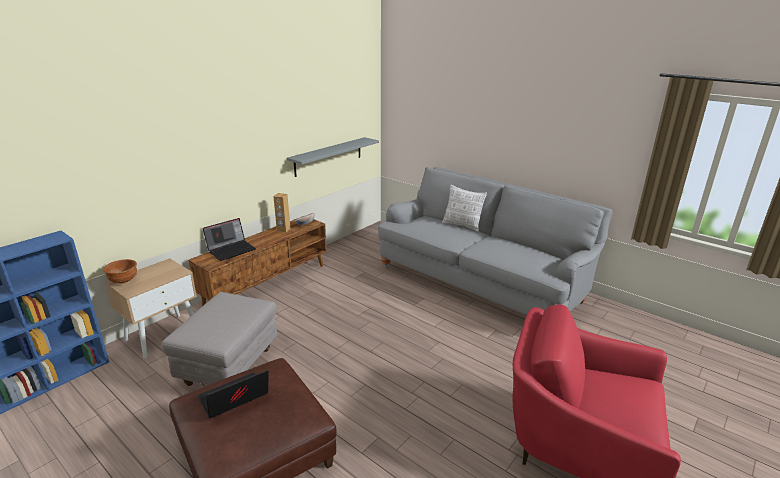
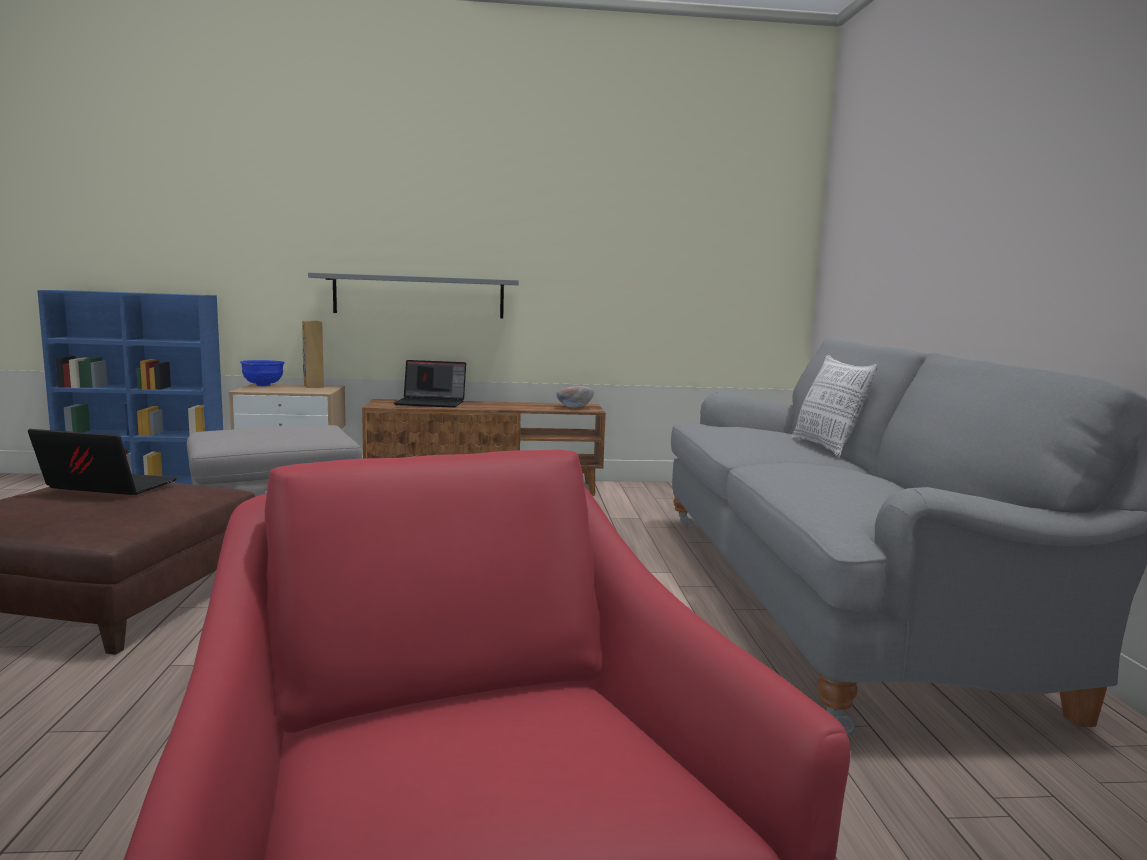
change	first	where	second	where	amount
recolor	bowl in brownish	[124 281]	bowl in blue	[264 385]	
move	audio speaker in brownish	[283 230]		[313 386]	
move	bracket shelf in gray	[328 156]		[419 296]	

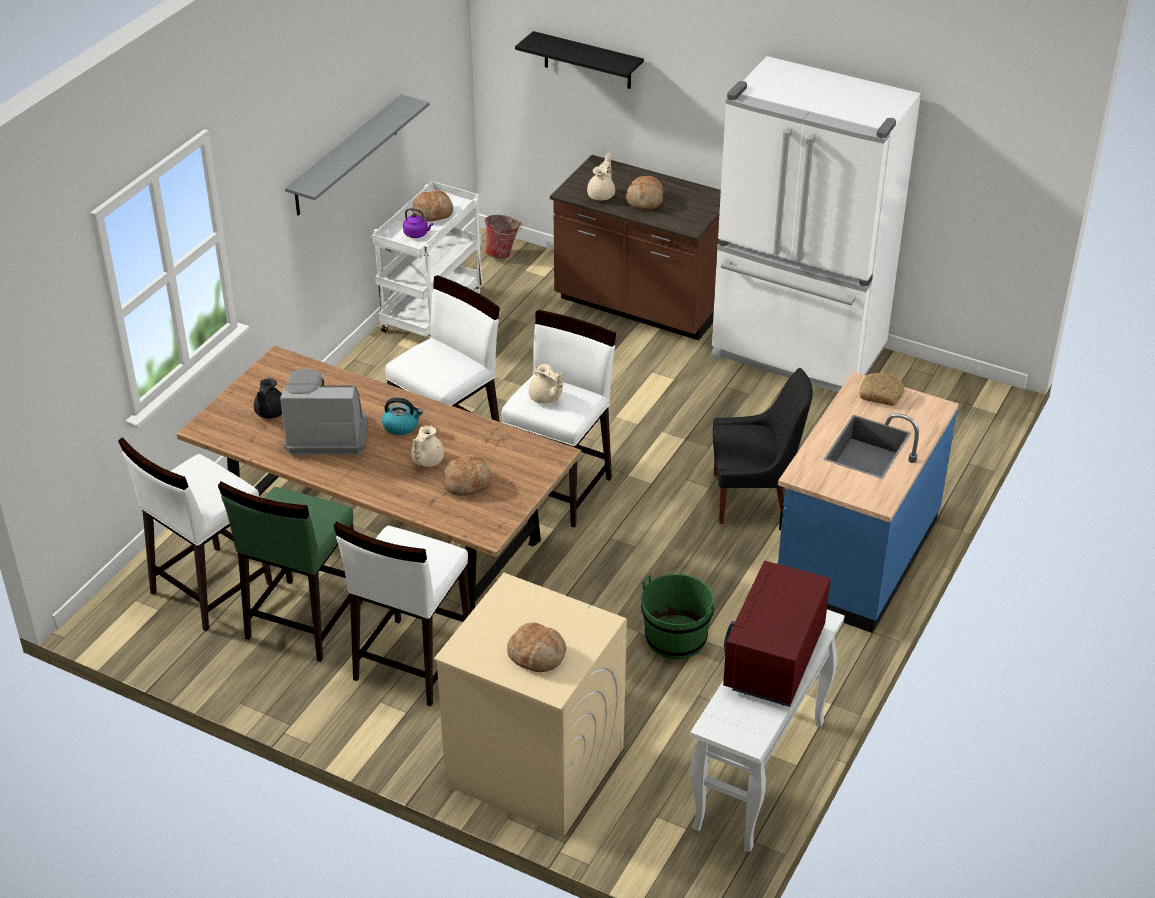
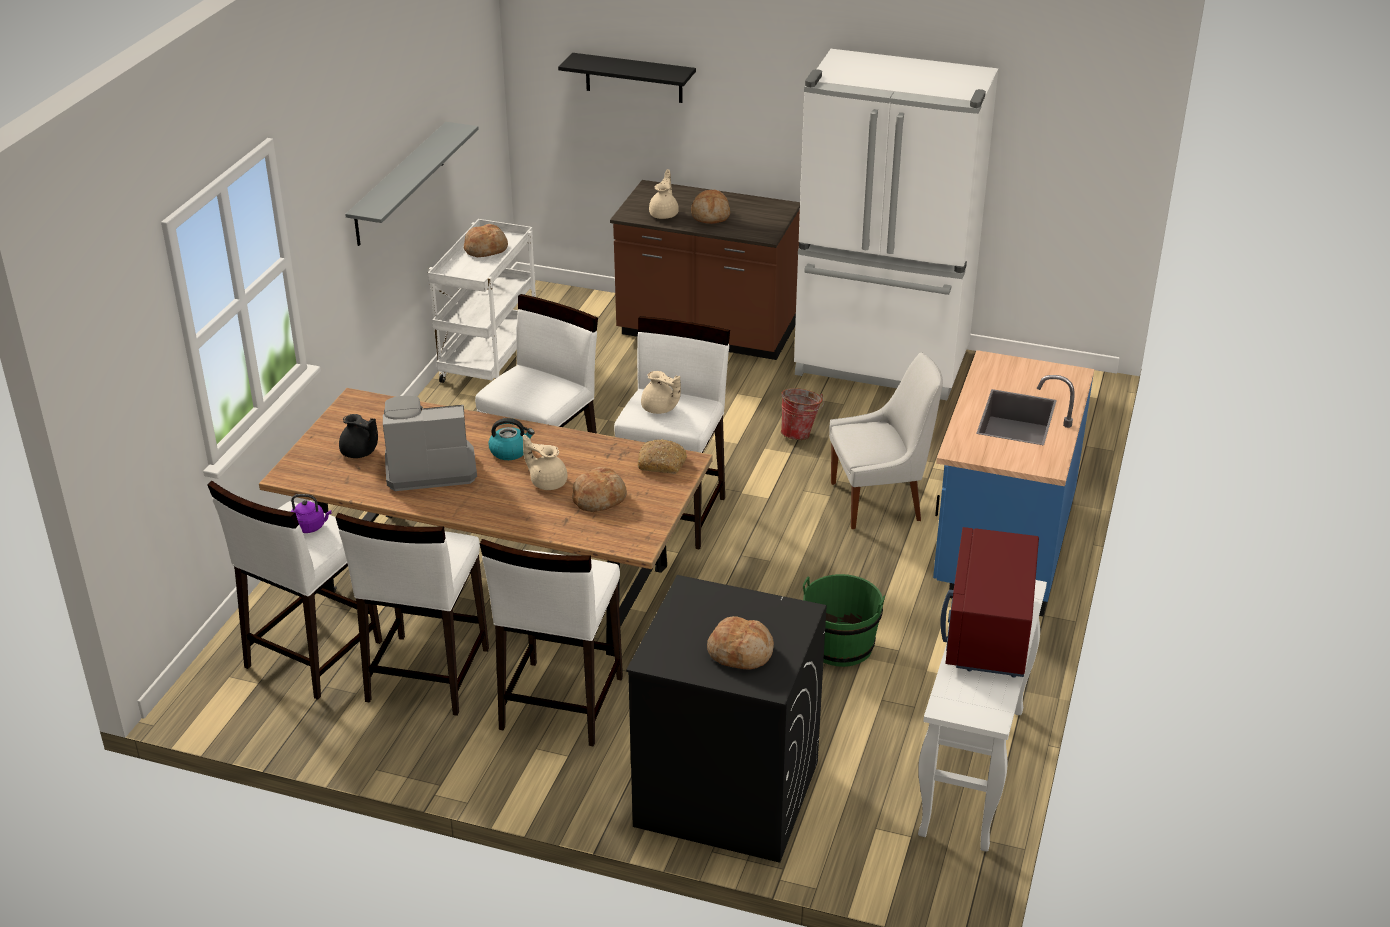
change	first	where	second	where	amount
move	water kettle in purplish	[417 234]		[310 527]	
recolor	stool seat in green	[303 620]	stool seat in white-coloured	[426 675]	
rotate	teapot in black-coloured	[269 413]		[359 453]	60 degrees counterclockwise
rotate	teapot in sand-coloured	[426 460]		[547 482]	105 degrees clockwise
recolor	laundry machine in sand-coloured	[534 766]	laundry machine in black-coloured	[725 793]	
move	bakery bread	[881 394]		[662 463]	
move	pail	[503 253]		[800 433]	
recolor	plain chair in black-coloured	[754 498]	plain chair in white-coloured	[879 501]	

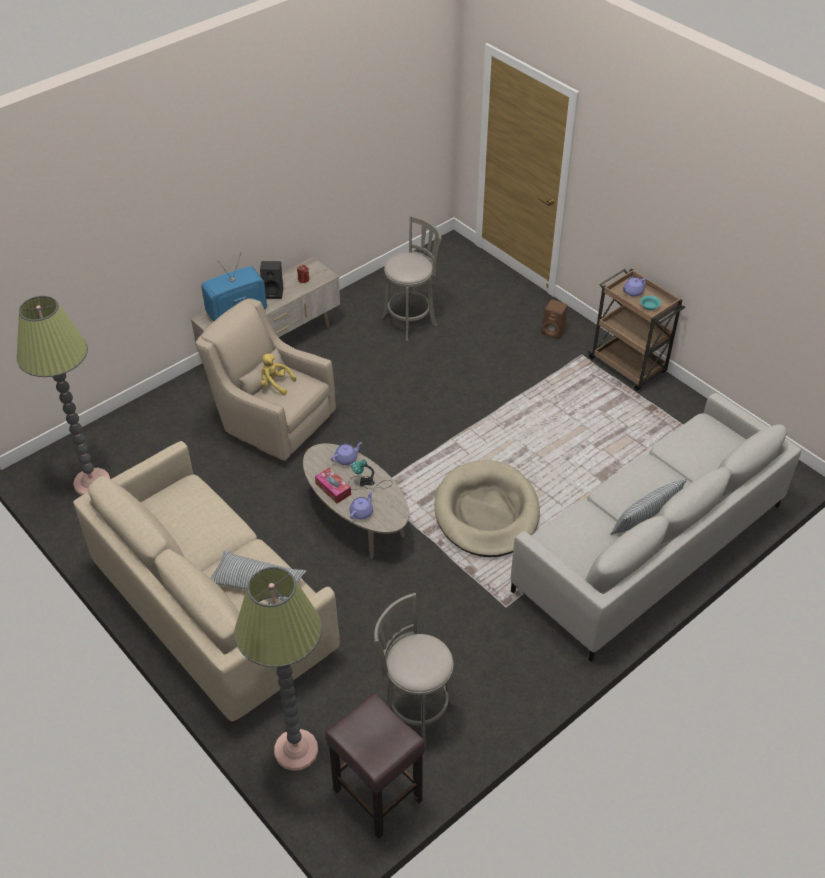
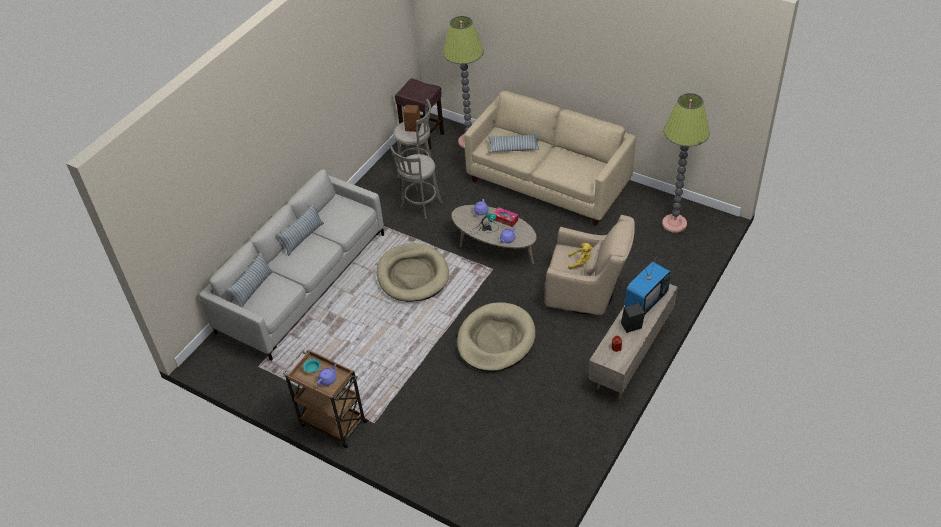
change	first	where	second	where	amount
insert			cushion	[253 289]	
move	stool seat in gray	[411 320]		[420 206]	
move	audio speaker in brownish	[554 331]		[412 127]	
insert			dog cushion in sand-coloured	[496 340]	

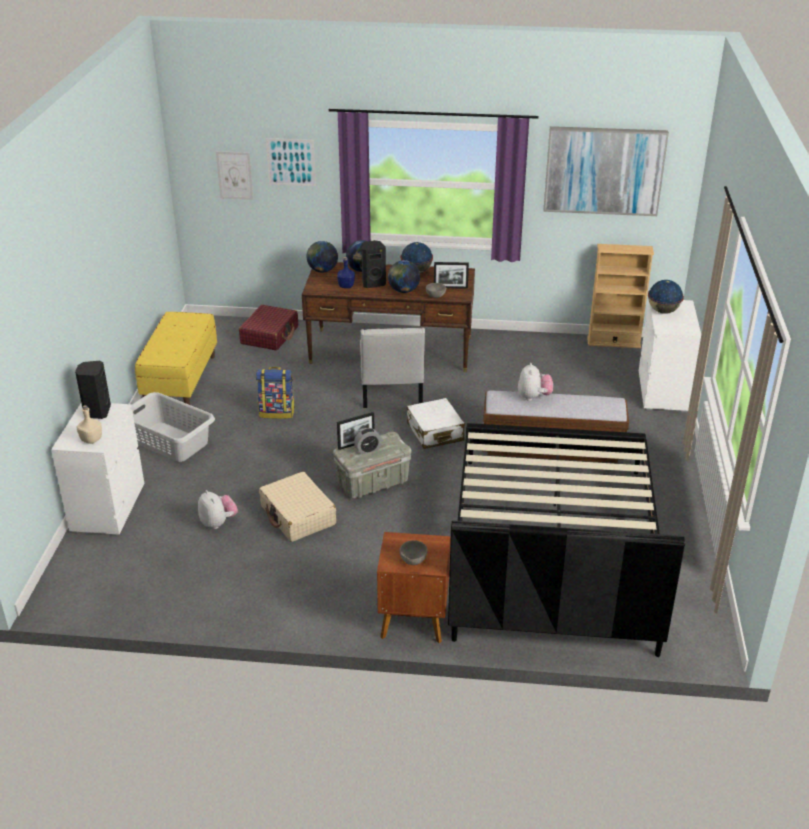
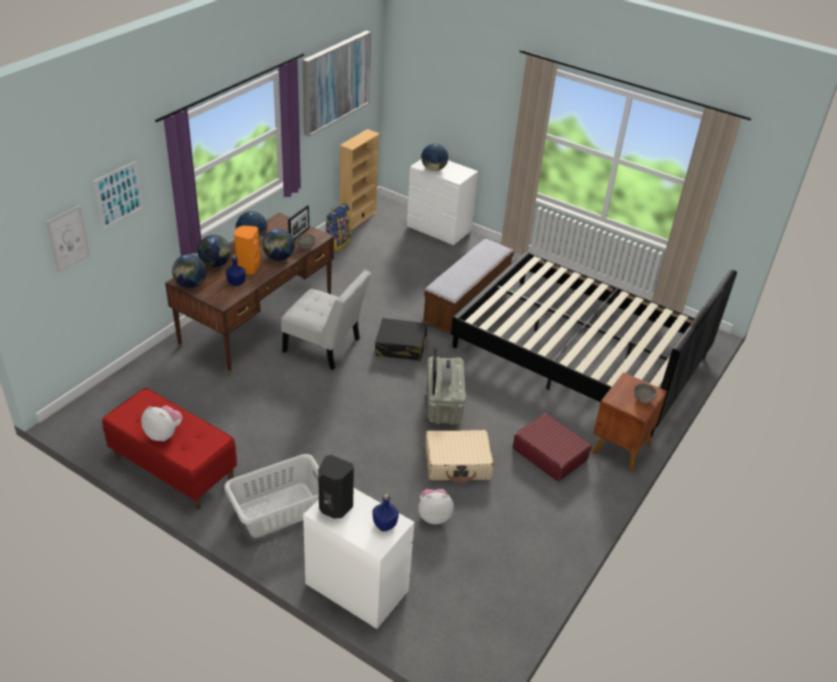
change	first	where	second	where	amount
recolor	indoor bench in yellow	[180 381]	indoor bench in red-coloured	[173 468]	
move	plush toy	[533 397]		[164 434]	
recolor	audio speaker in black-coloured	[373 283]	audio speaker in orange	[248 268]	
move	backpack	[277 412]		[337 243]	
recolor	bottle in sand-coloured	[91 439]	bottle in blue	[384 524]	
recolor	piece of luggage in white-coloured	[435 432]	piece of luggage in black-coloured	[401 347]	
move	piece of luggage in red-coloured	[270 335]		[549 454]	

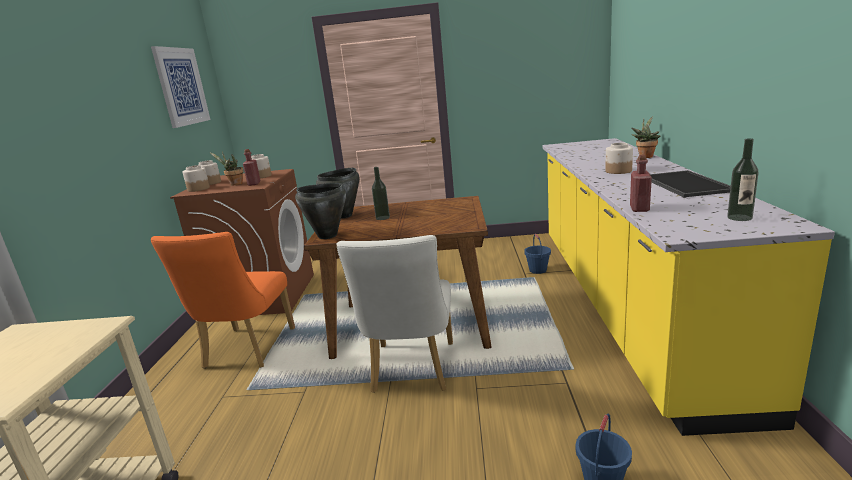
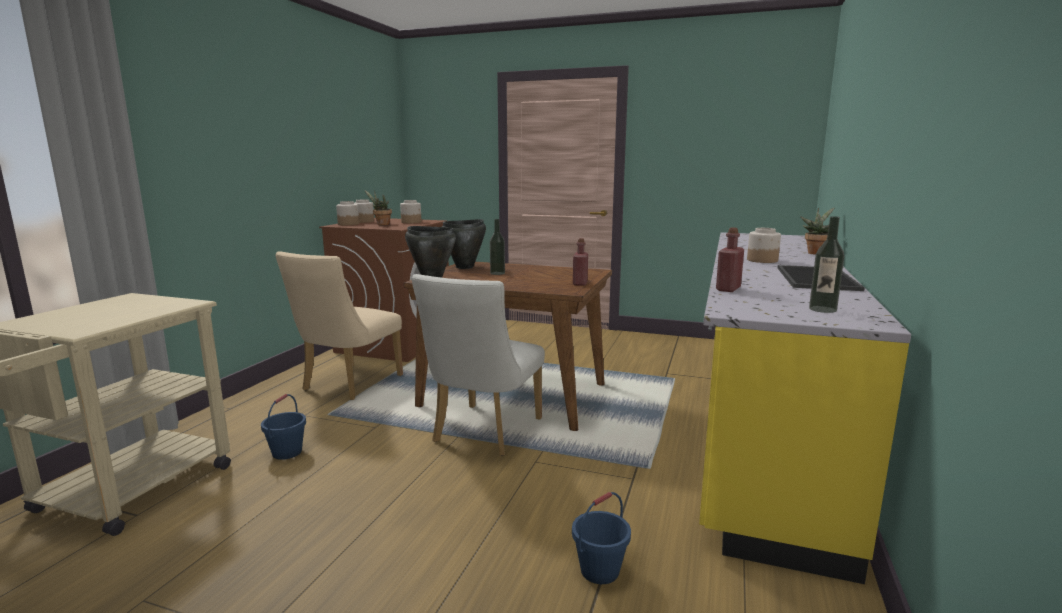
change	first	where	second	where	amount
move	pail in blue	[538 270]		[287 452]	
recolor	plain chair in orange	[246 351]	plain chair in sand-coloured	[347 385]	
move	bottle in red-coloured	[254 183]		[580 283]	
delete	wall picture	[181 86]			

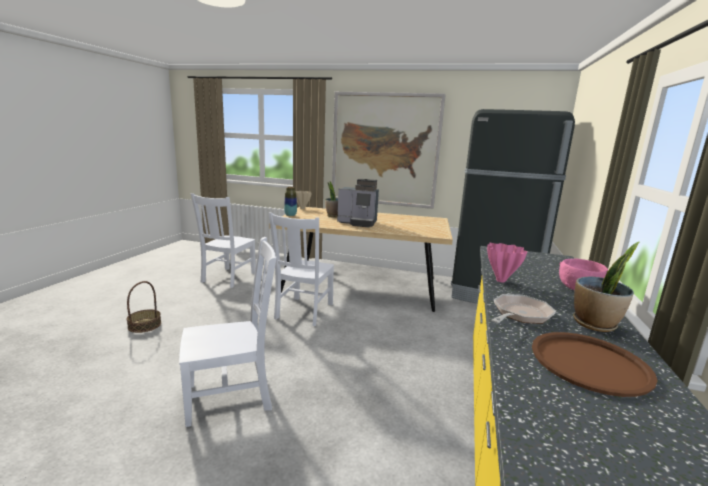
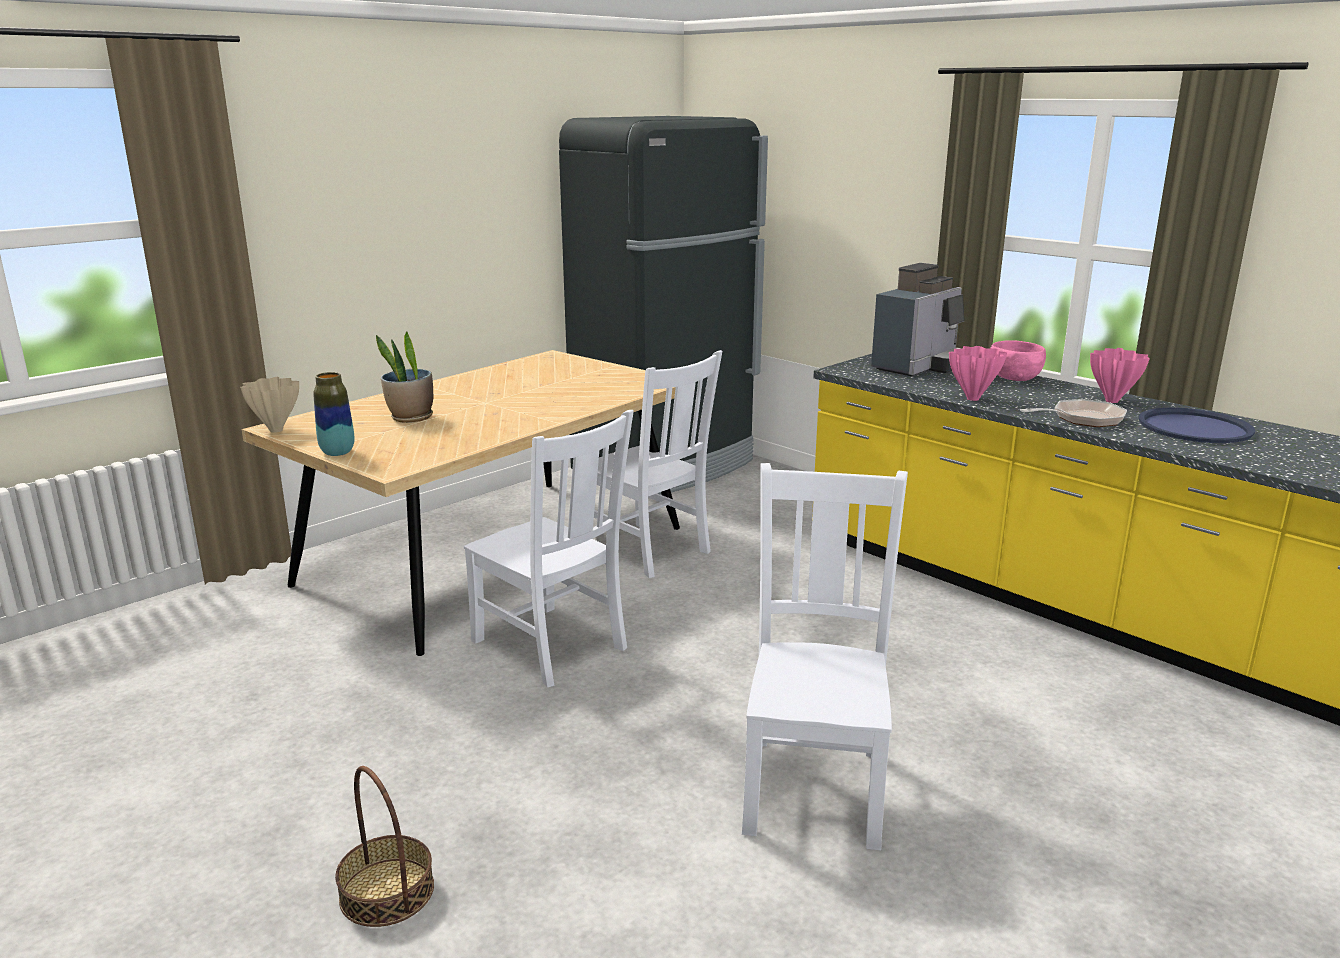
change	first	where	second	where	amount
move	plain chair in white-coloured	[228 278]		[648 550]	
move	coffee maker	[358 223]		[920 366]	
rotate	frying pan	[520 315]		[1082 419]	90 degrees clockwise
replace	plant in a pot	[595 324]	flower vase in pink-coloured	[1111 401]	
recolor	serving tray in brownish	[589 363]	serving tray in blue	[1194 427]	
delete	wall picture	[385 150]			

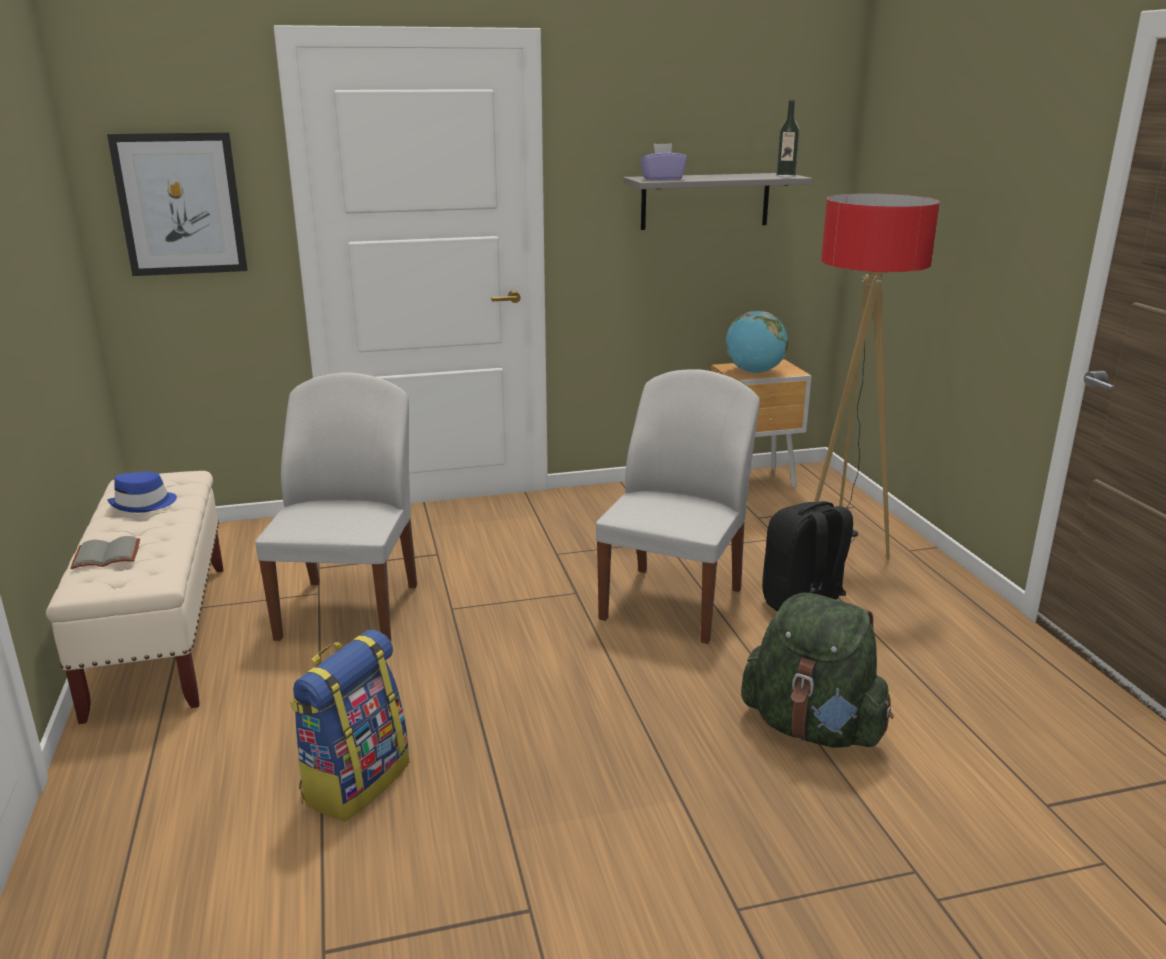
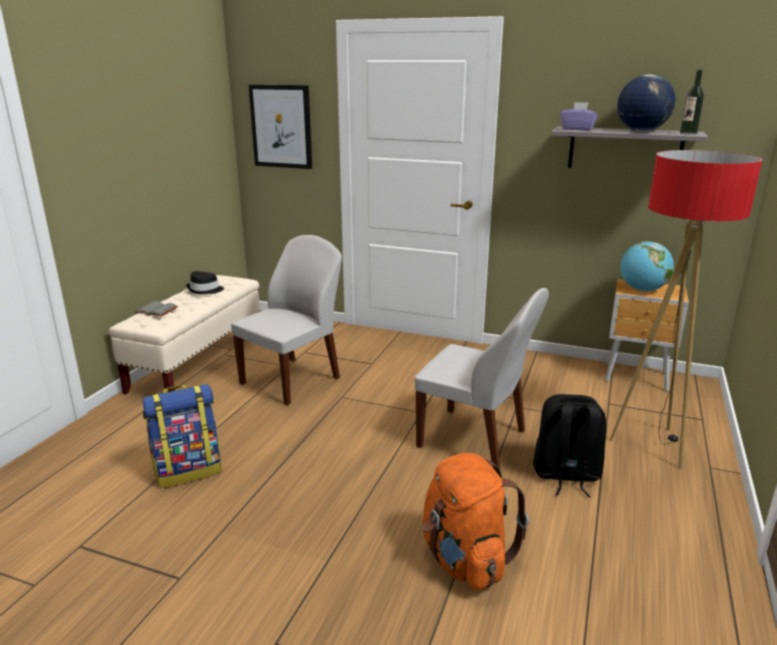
change	first	where	second	where	amount
recolor	wearable hat in blue	[144 504]	wearable hat in black-coloured	[205 290]	
rotate	plain chair in white-coloured	[674 602]		[475 440]	60 degrees clockwise
recolor	backpack in green	[812 728]	backpack in orange	[465 559]	
insert			world globe	[641 131]	

